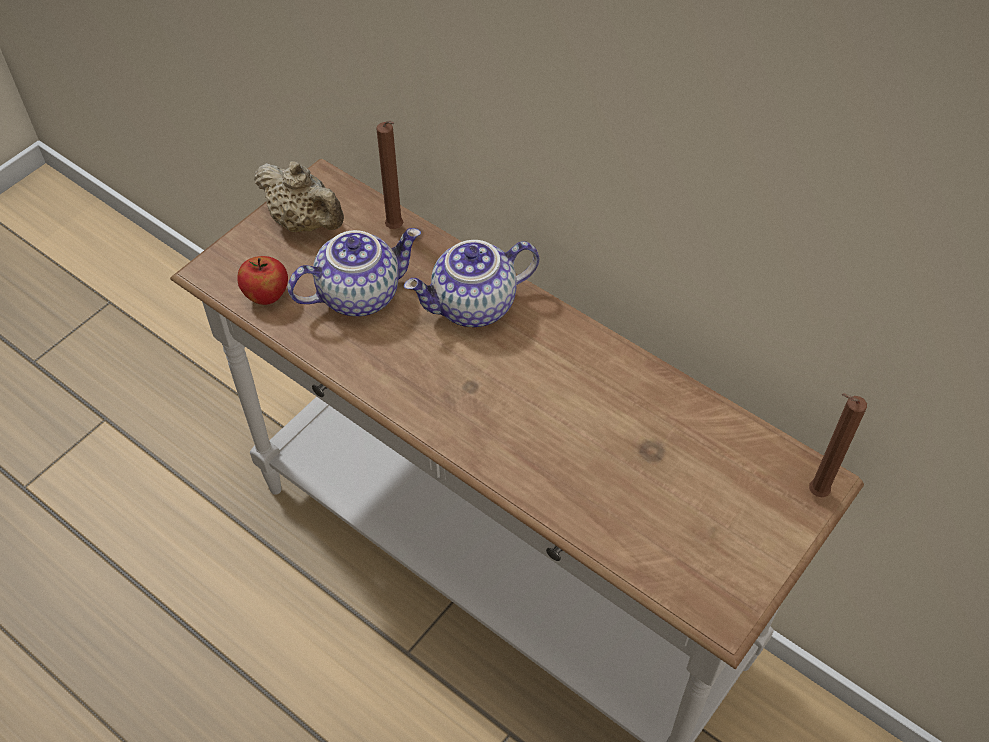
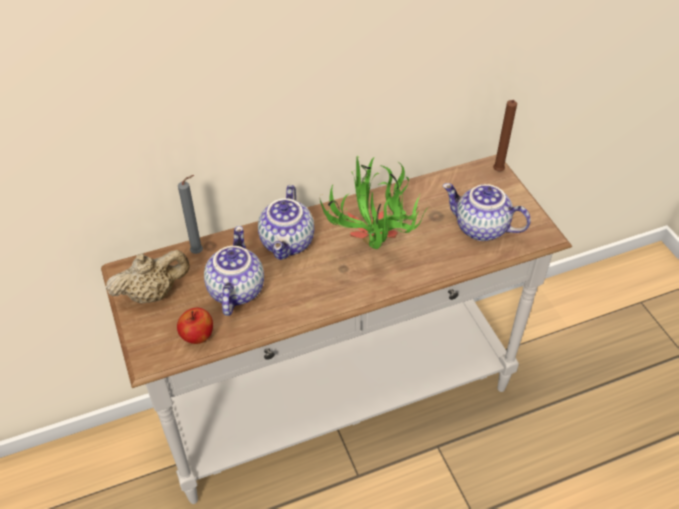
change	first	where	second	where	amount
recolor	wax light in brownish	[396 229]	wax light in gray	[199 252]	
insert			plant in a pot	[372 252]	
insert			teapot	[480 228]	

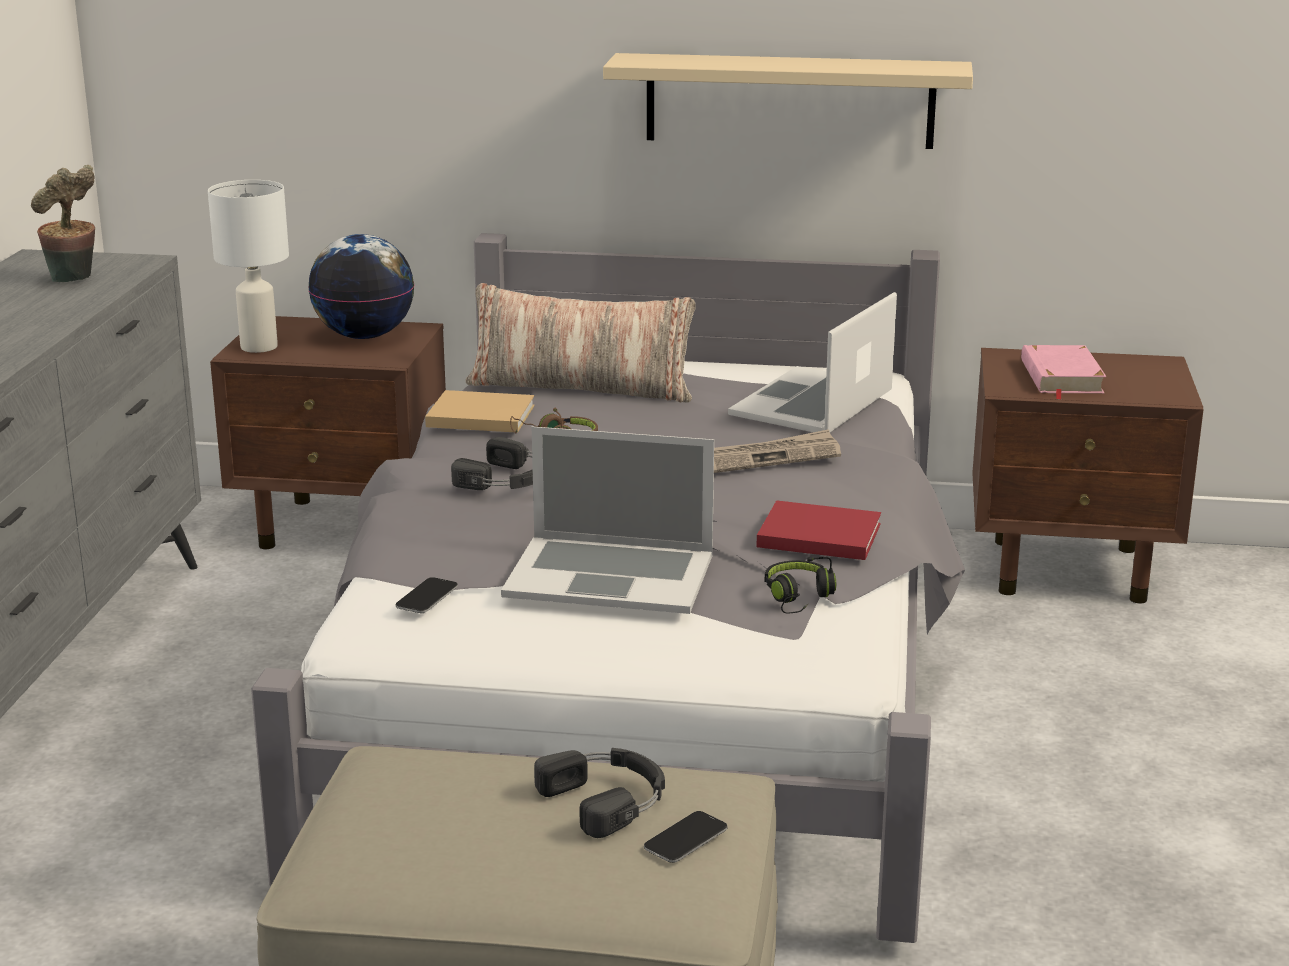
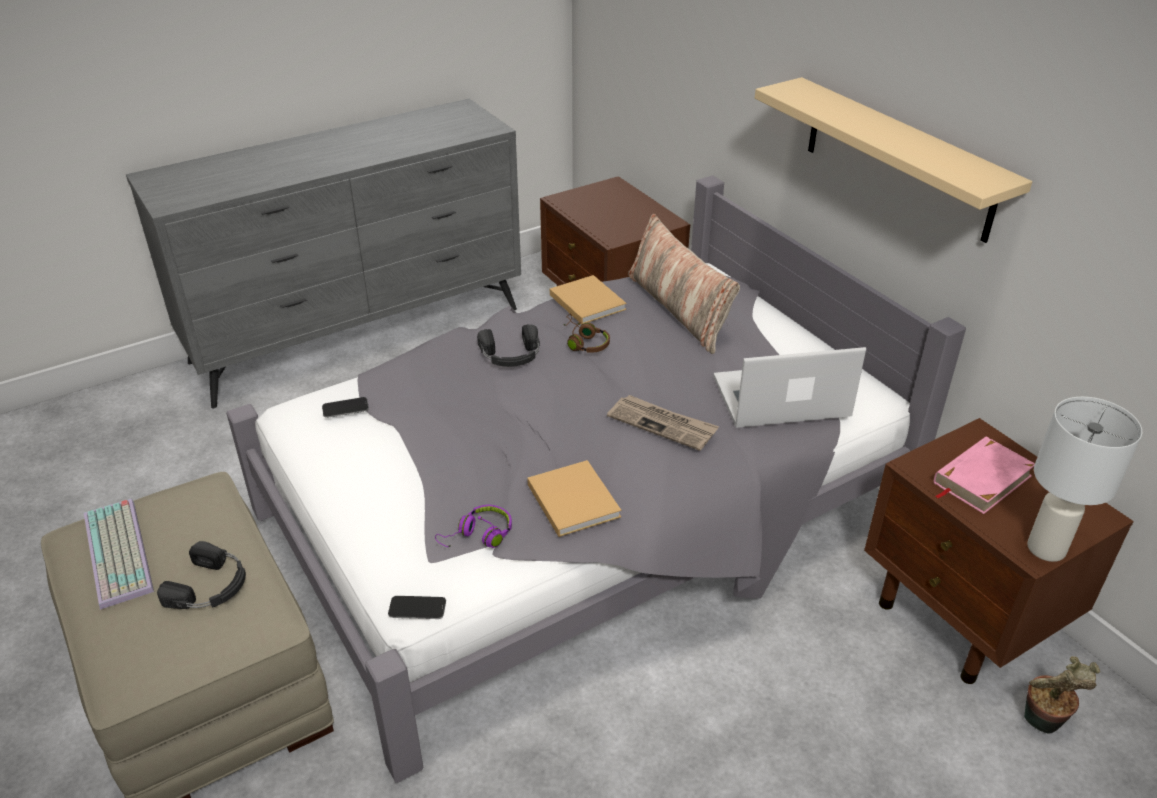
change	first	where	second	where	amount
insert			computer keyboard	[120 553]	
move	phone	[686 839]		[417 608]	
recolor	headset in black-coloured	[799 598]	headset in purplish	[478 536]	
recolor	bound book in red-coloured	[815 535]	bound book in sand-coloured	[572 499]	
move	plant in a pot	[74 280]		[1041 725]	
move	tabletop lamp in white-coloured	[260 347]		[1047 549]	
delete	world globe	[364 336]			
delete	laptop	[610 575]			

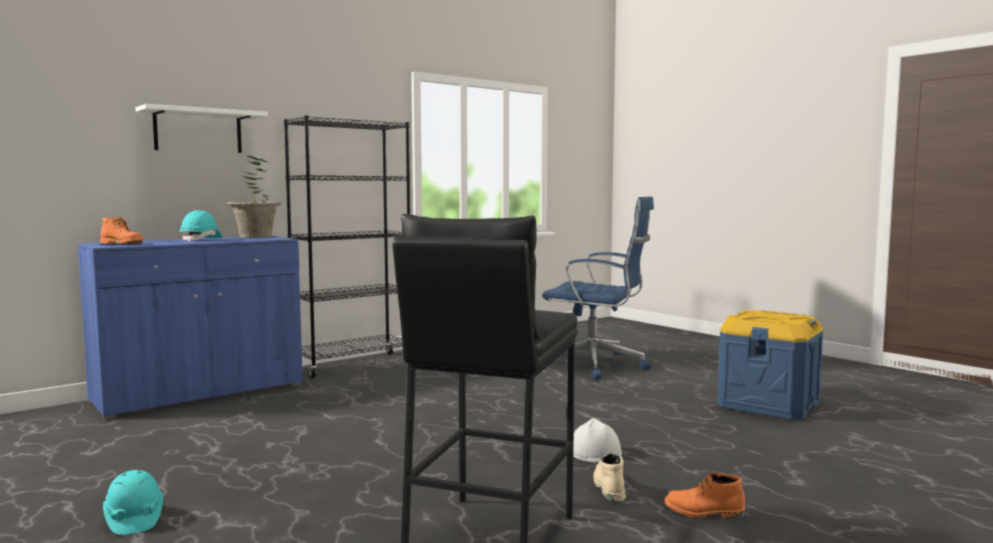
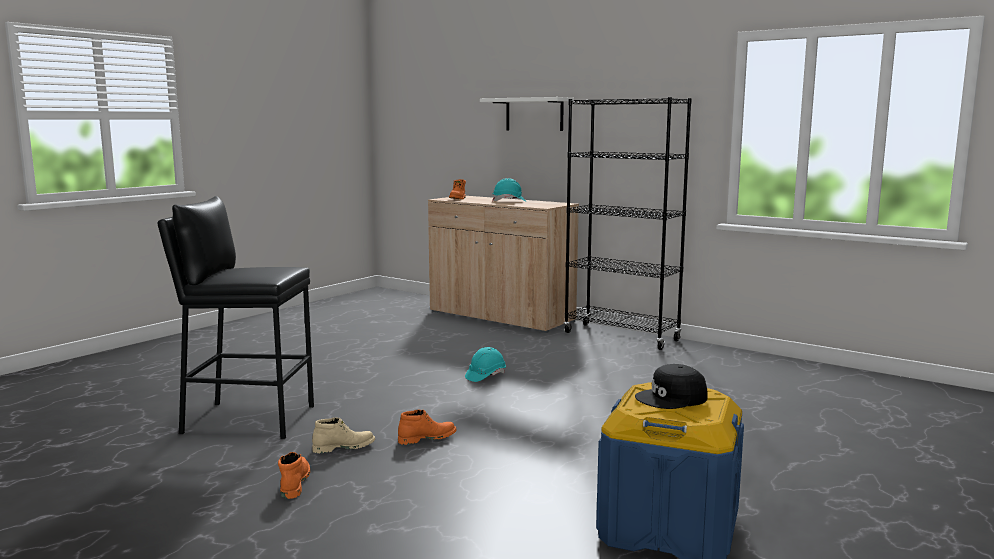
change	first	where	second	where	amount
replace	safety helmet in white-coloured	[594 452]	tall boot in orange	[427 438]	
recolor	cupboard in blue	[200 392]	cupboard in sand-coloured	[501 316]	
move	safety helmet in turquoise	[133 519]		[485 376]	
insert			cap in black-coloured	[672 398]	
delete	plant in a pot	[255 237]			
delete	computer chair in blue	[596 365]			

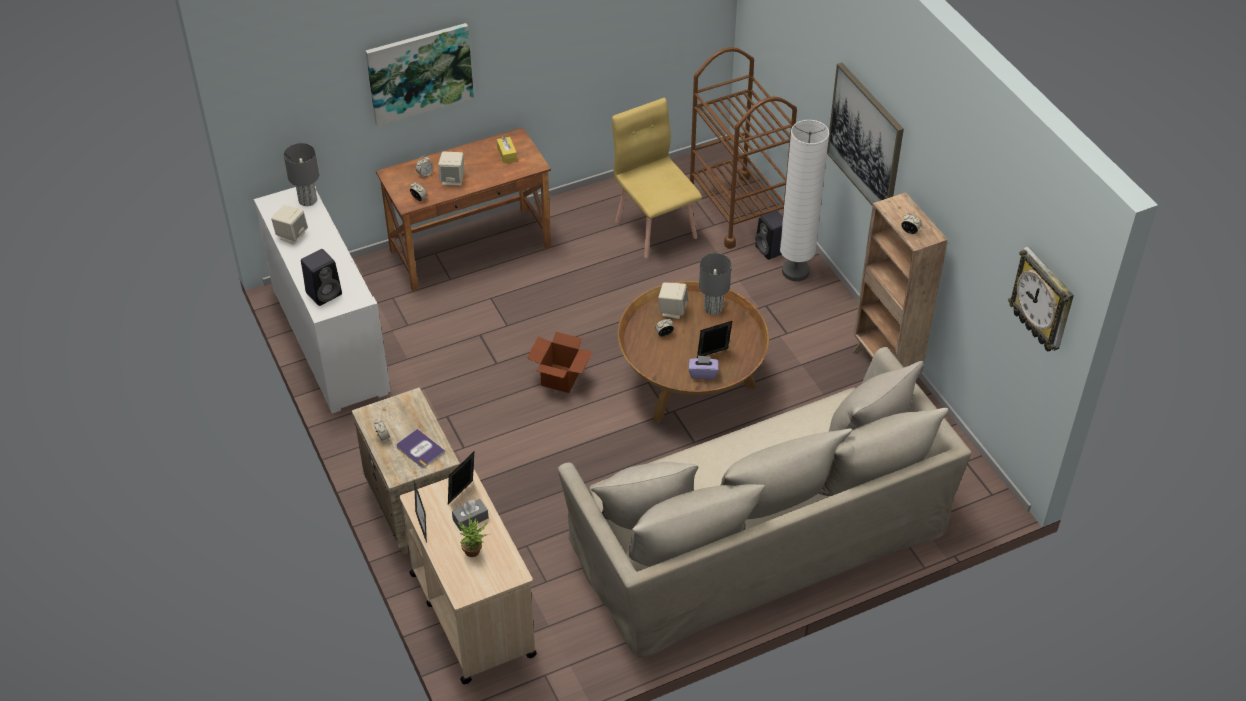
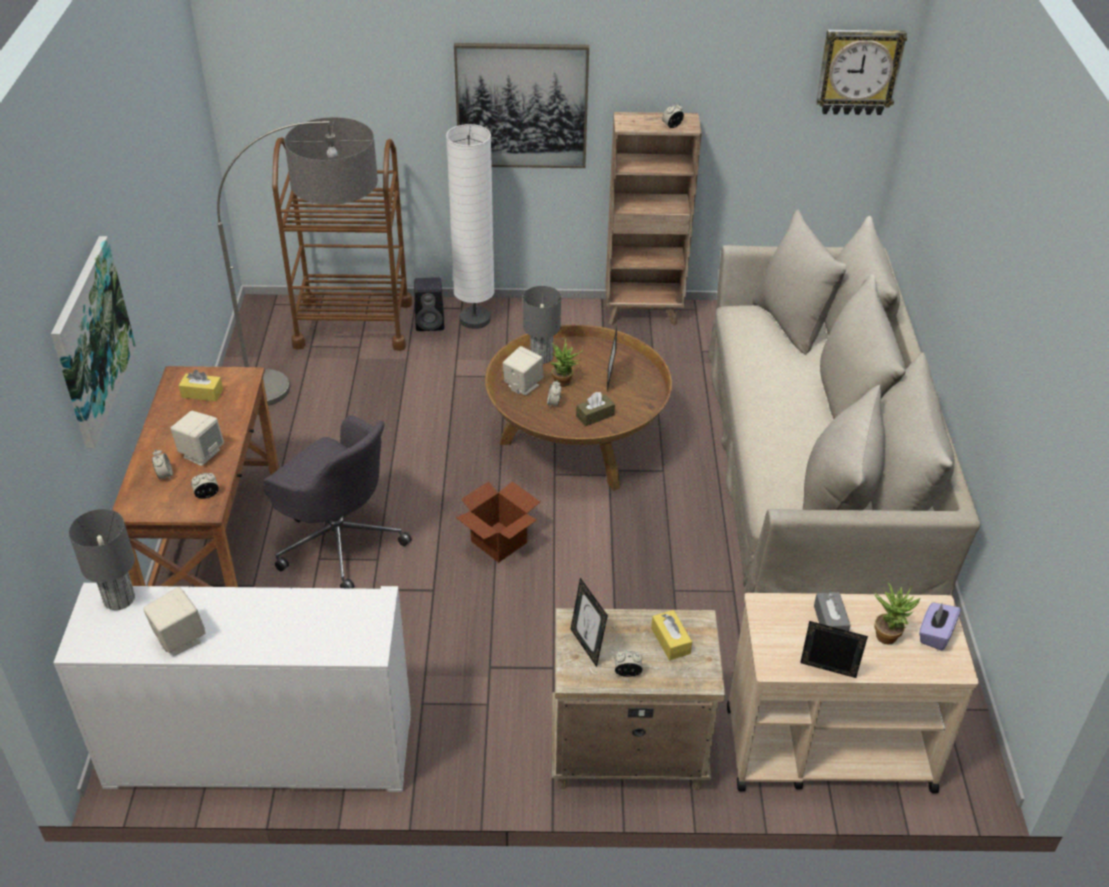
change	first	where	second	where	amount
replace	plain chair in yellow	[656 228]	floor lamp	[326 388]	
insert			computer chair in gray	[339 540]	
insert			plant in a pot	[565 383]	
move	photo frame	[462 494]		[587 646]	
insert			box of tissues in brownish	[595 416]	
replace	bound book	[420 449]	box of tissues in yellow	[670 641]	
move	box of tissues in purplish	[703 373]		[935 634]	
delete	audio speaker in black-coloured	[324 293]			

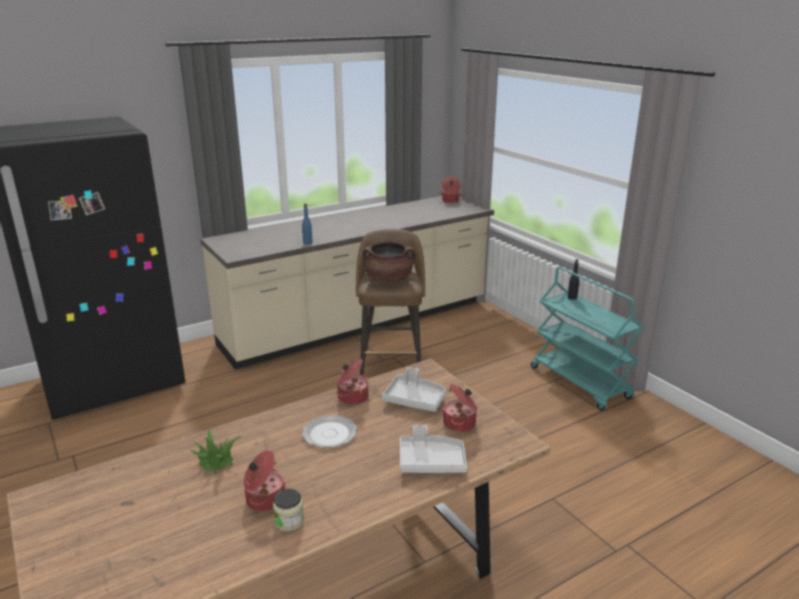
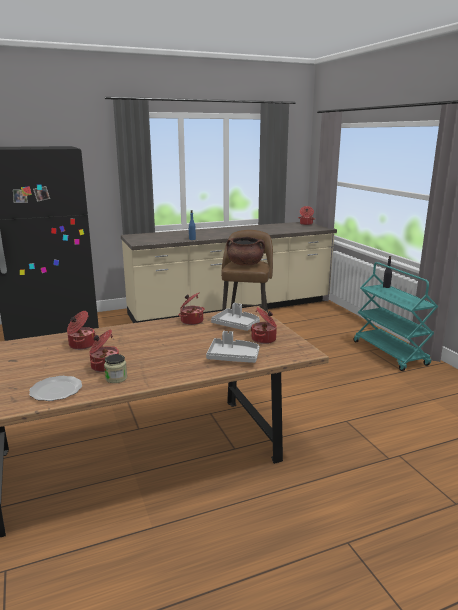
change	first	where	second	where	amount
move	dinner plate	[330 434]		[57 390]	
replace	plant in a pot	[215 461]	stockpot	[81 345]	

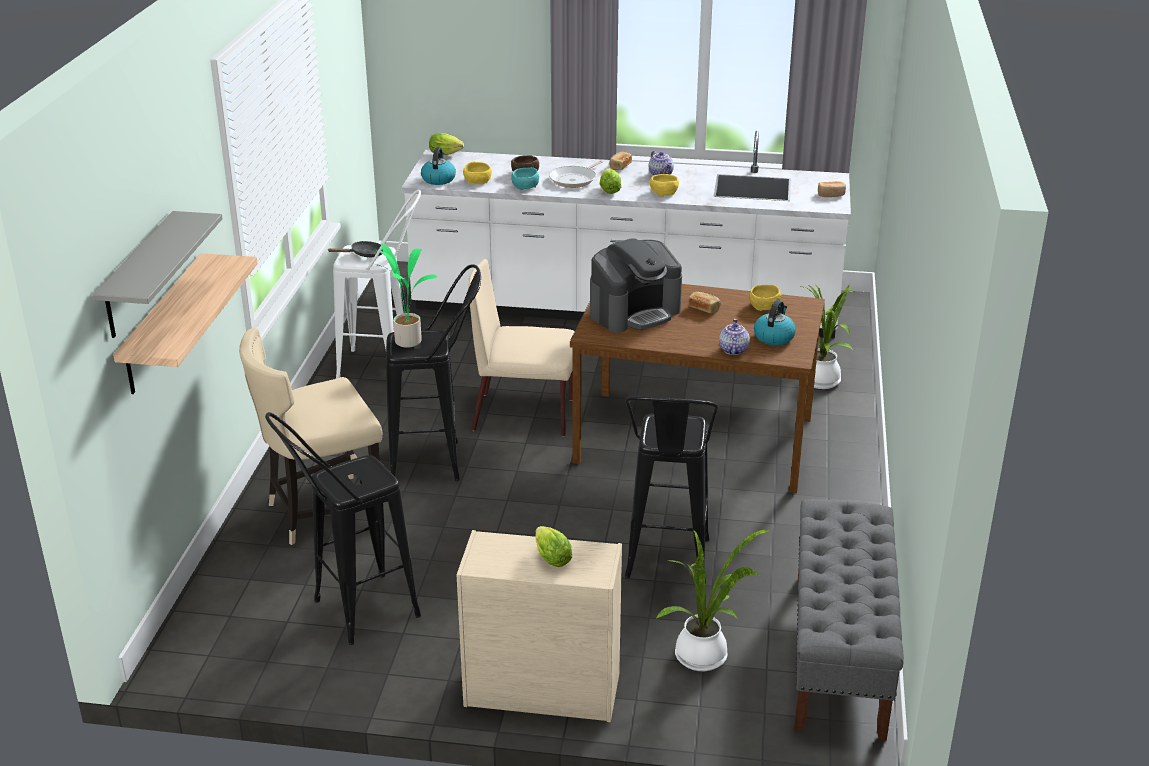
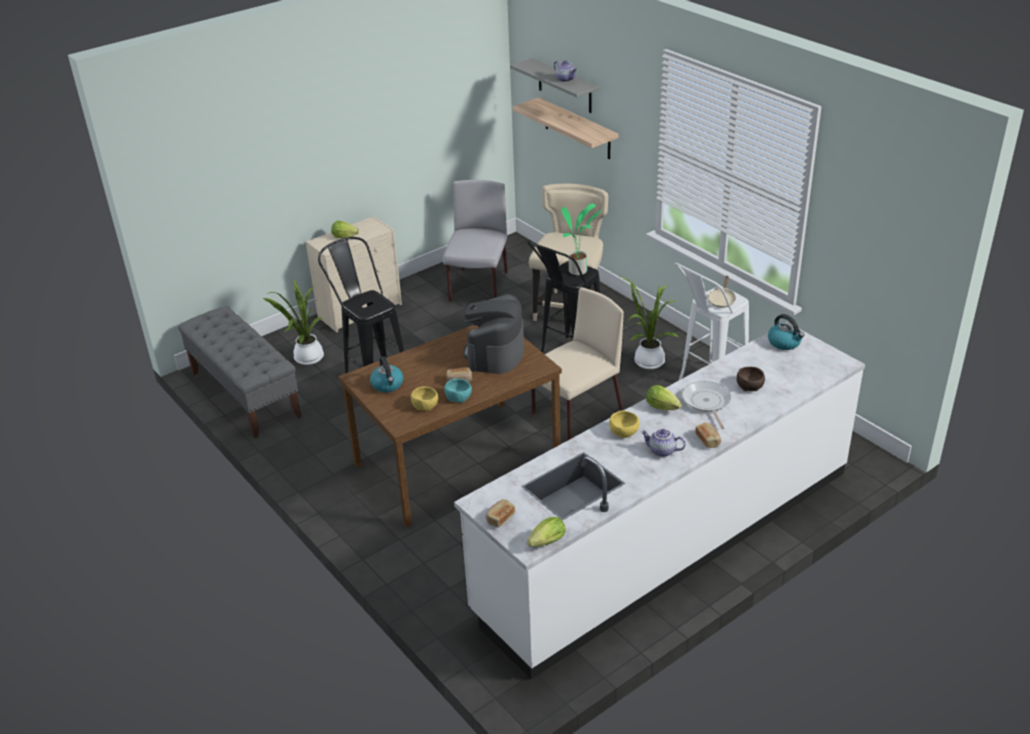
change	first	where	second	where	amount
replace	stool seat in black-coloured	[351 615]	plain chair in gray	[478 288]	
move	bowl in turquoise	[525 187]		[458 396]	
move	lettuce	[447 154]		[545 543]	
move	teapot	[732 350]		[566 79]	
move	plant in a pot	[821 382]		[647 361]	
recolor	frying pan in black-coloured	[364 254]	frying pan in sand-coloured	[721 300]	
delete	bowl in yellow	[478 181]			

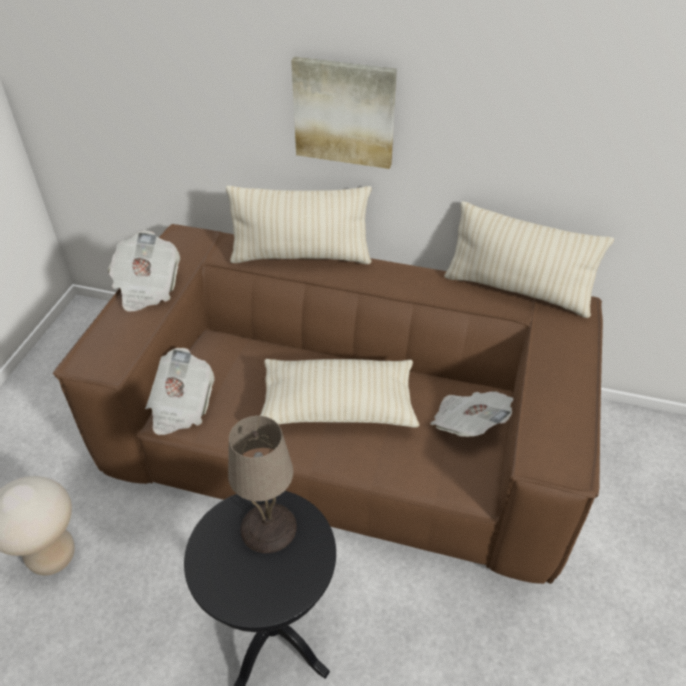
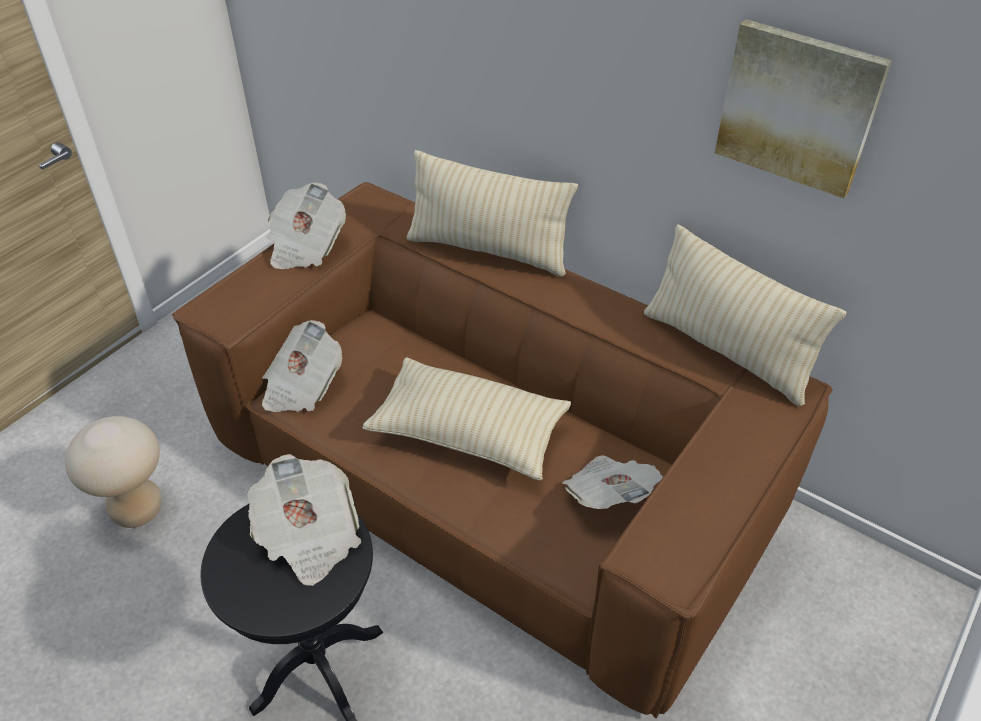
change	first	where	second	where	amount
replace	tabletop lamp in sand-coloured	[269 528]	daily paper	[309 536]	
move	wall picture	[344 112]		[798 107]	

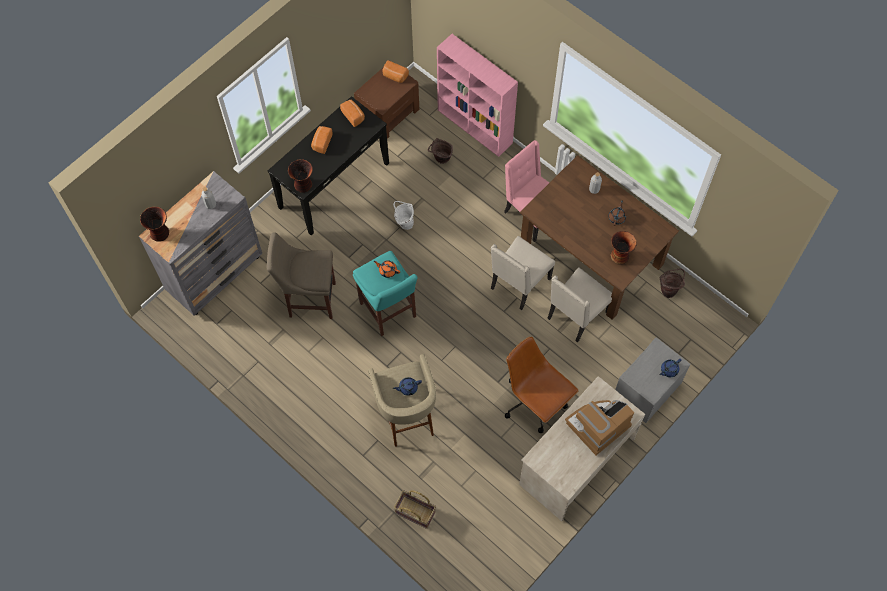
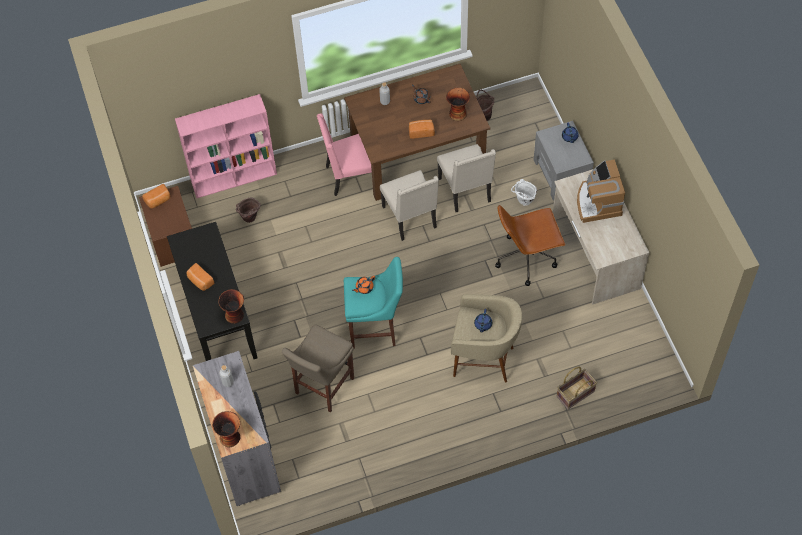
change	first	where	second	where	amount
move	bakery bread	[353 116]		[421 132]	
move	pail in white-coloured	[404 223]		[523 202]	

